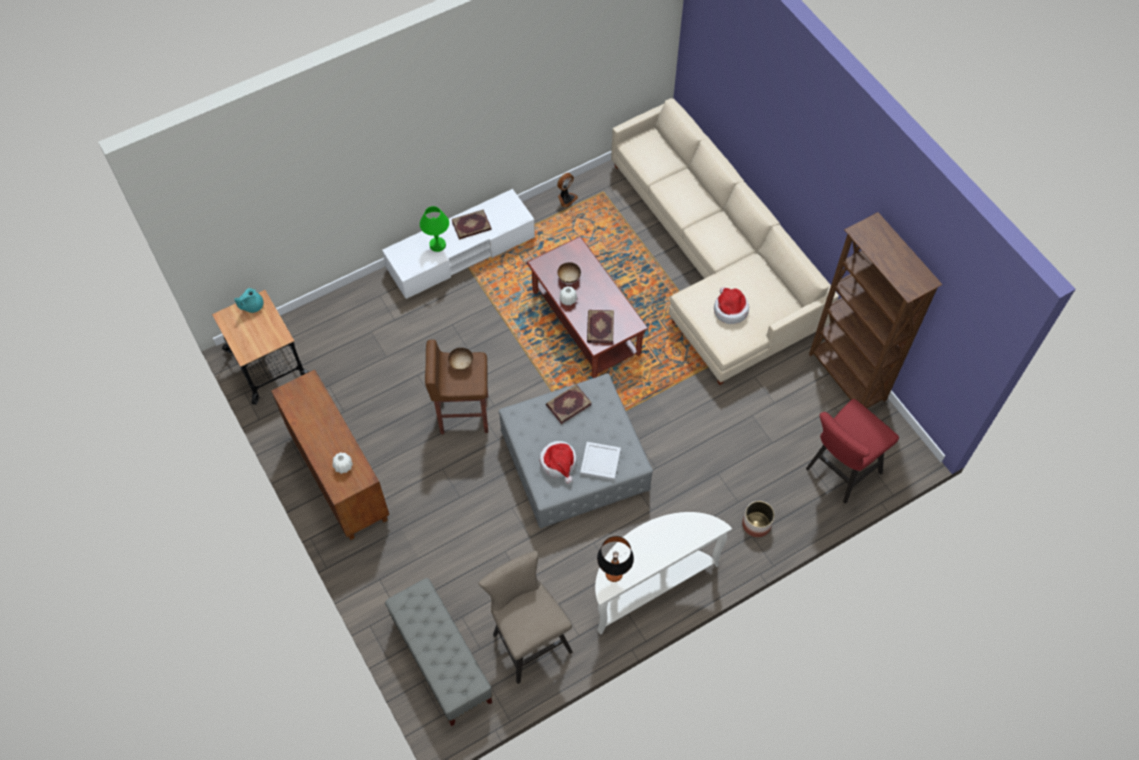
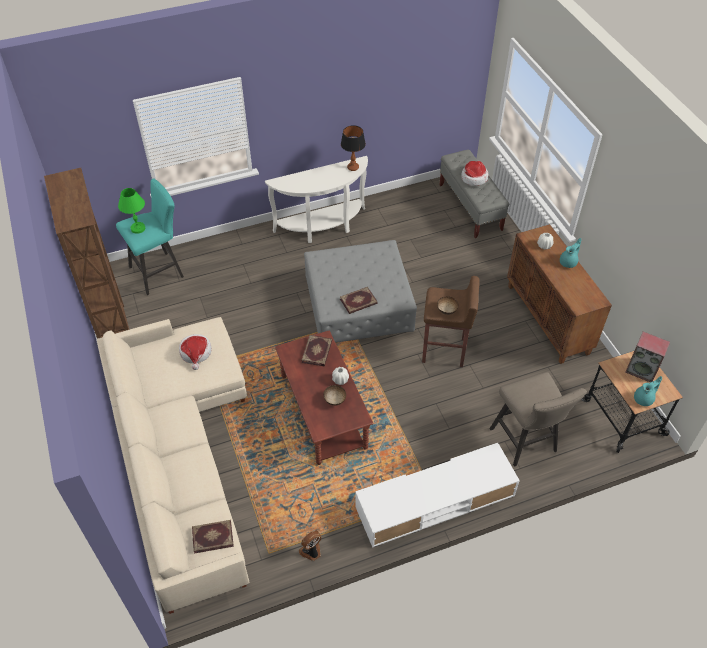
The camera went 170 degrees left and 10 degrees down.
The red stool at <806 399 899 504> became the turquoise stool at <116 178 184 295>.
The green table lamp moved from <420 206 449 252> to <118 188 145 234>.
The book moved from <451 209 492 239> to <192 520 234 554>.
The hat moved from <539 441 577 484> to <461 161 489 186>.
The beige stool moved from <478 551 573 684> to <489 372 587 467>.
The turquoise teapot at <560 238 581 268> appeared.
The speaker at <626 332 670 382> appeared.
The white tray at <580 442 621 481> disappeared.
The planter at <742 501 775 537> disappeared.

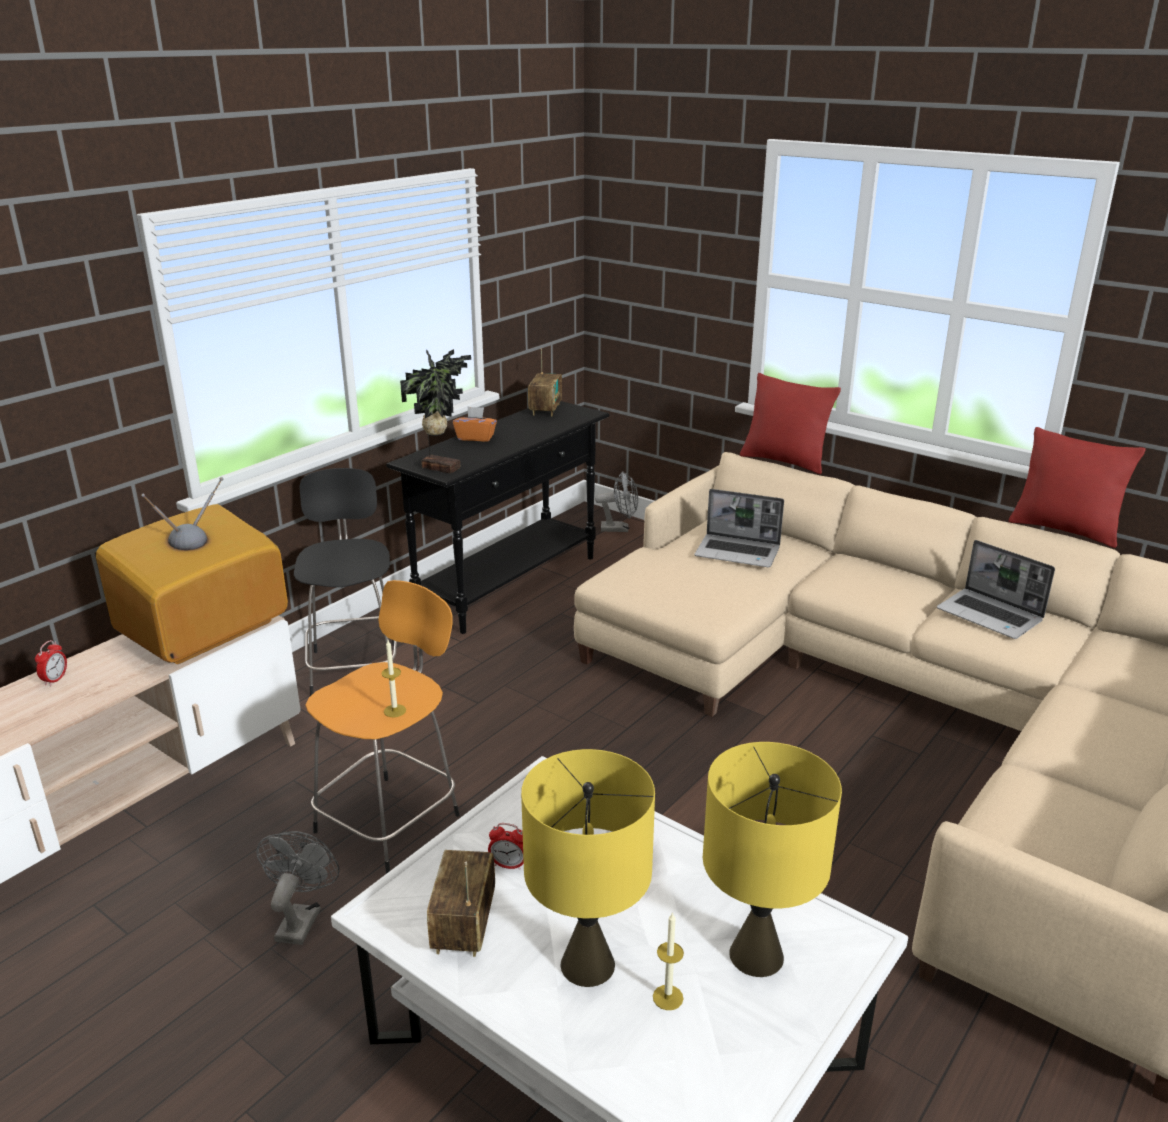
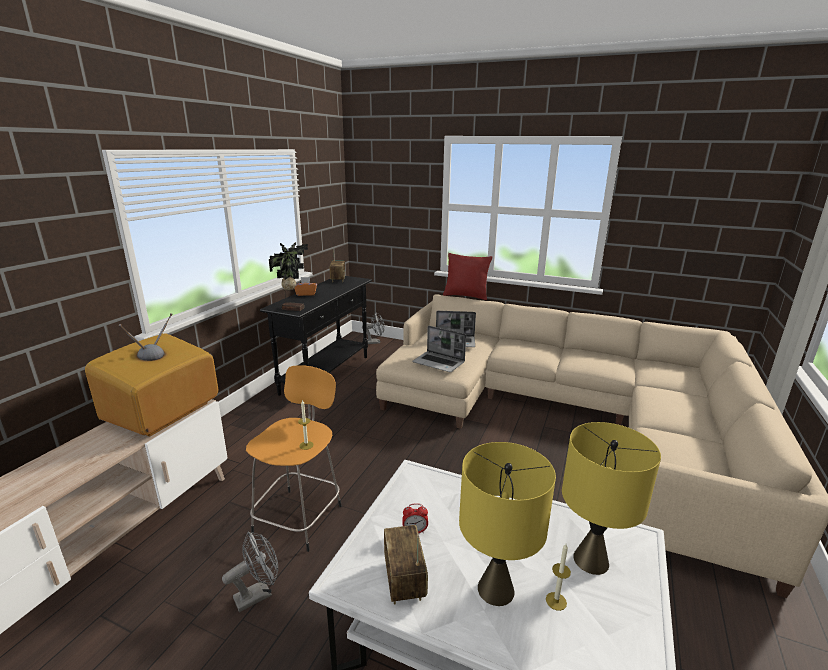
The camera went 15 degrees left and 5 degrees down.
The grey fan at <256 831 339 945> turned 60 degrees clockwise.
The laptop moved from <937 540 1055 639> to <412 326 466 372>.
The alarm clock at <35 640 67 686> disappeared.
The black stool at <294 468 397 696> disappeared.
The red pillow at <1008 427 1146 548> disappeared.

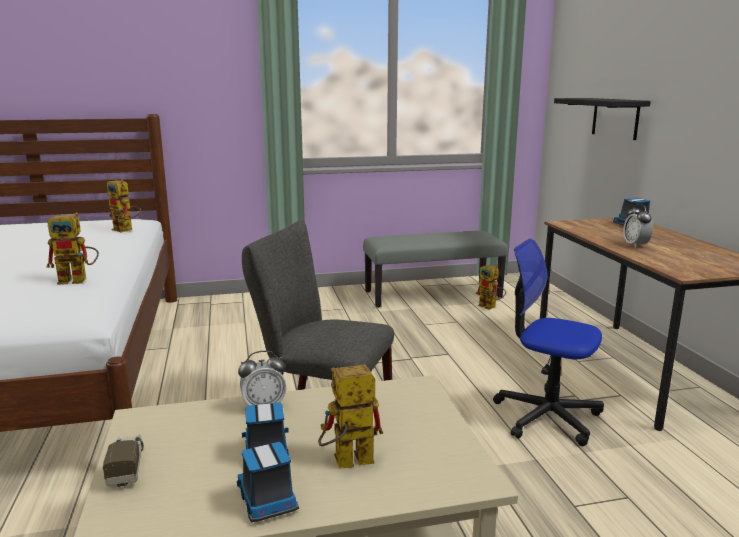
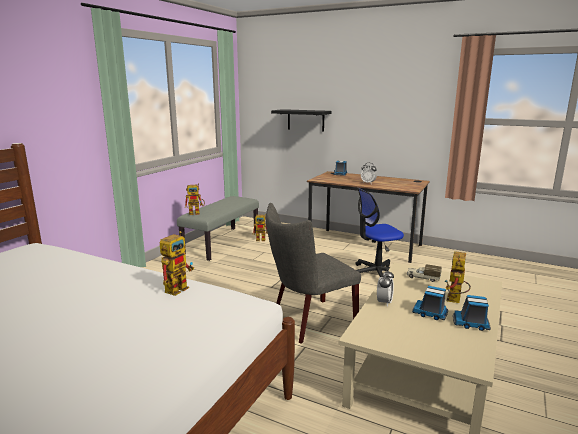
The camera went 50 degrees left and 0 degrees up.
The toy robot moved from <107 179 141 233> to <185 183 205 215>.
The toy truck moved from <103 435 144 488> to <407 264 442 282>.

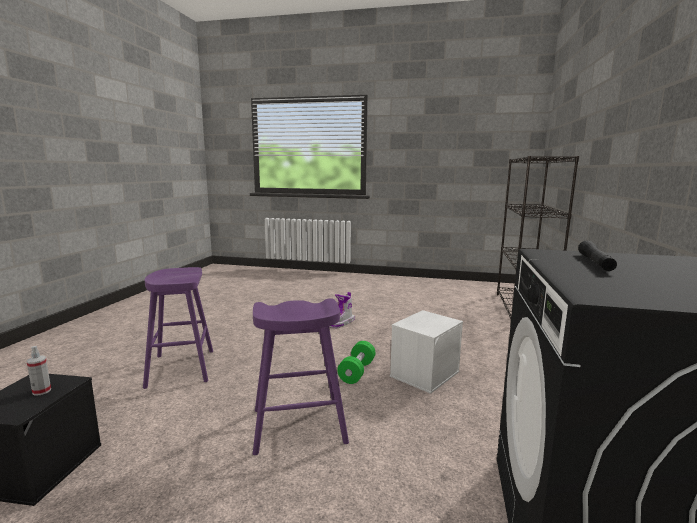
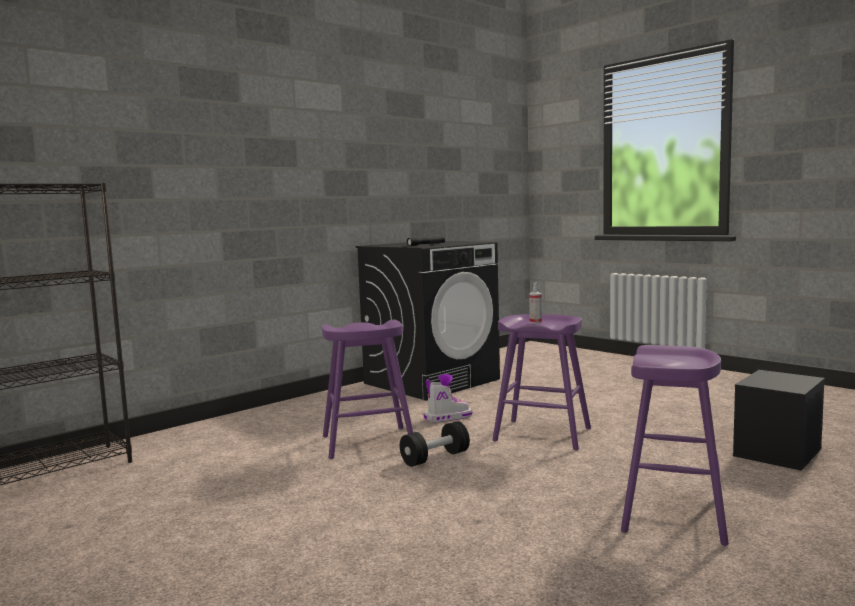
The camera went 145 degrees left and 5 degrees down.
The white storage box at <390 310 463 394> was replaced by the purple stool at <322 320 413 459>.
The green dumbbell at <337 341 375 384> became the black dumbbell at <400 421 470 467>.
The boot moved from <329 292 355 328> to <424 374 473 423>.
The spray bottle moved from <26 346 51 396> to <529 282 542 324>.

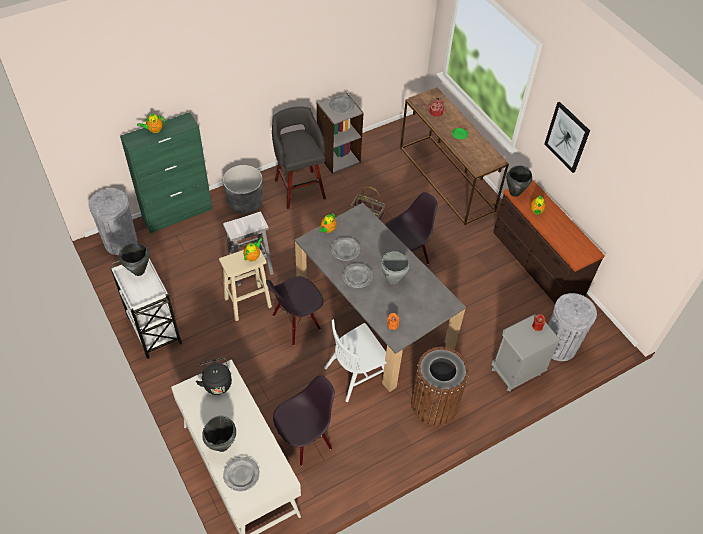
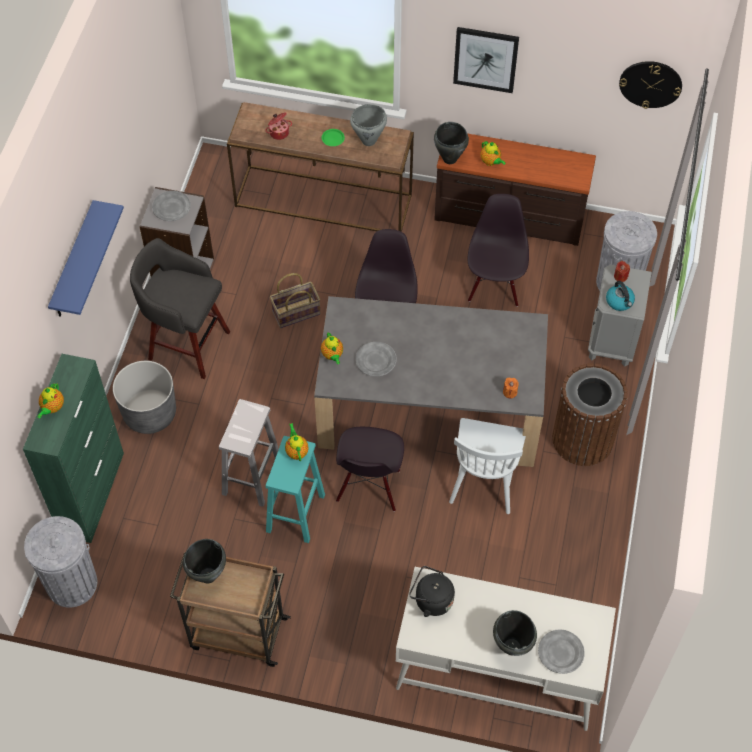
The camera went 45 degrees left and 5 degrees up.
The blue shelf at <48 200 124 317> appeared.
The white cart at <110 259 182 359> became the brown cart at <170 552 291 667>.
The beige stool at <219 248 272 321> became the turquoise stool at <266 436 325 543>.
The grey cooking pot moved from <380 251 410 284> to <350 104 387 146>.
The black chair moved from <273 375 335 466> to <468 194 529 307>.
The kettle at <606 281 635 311> appeared.
The wall clock at <619 61 682 109> appeared.
The grey plate at <342 263 373 288> disappeared.

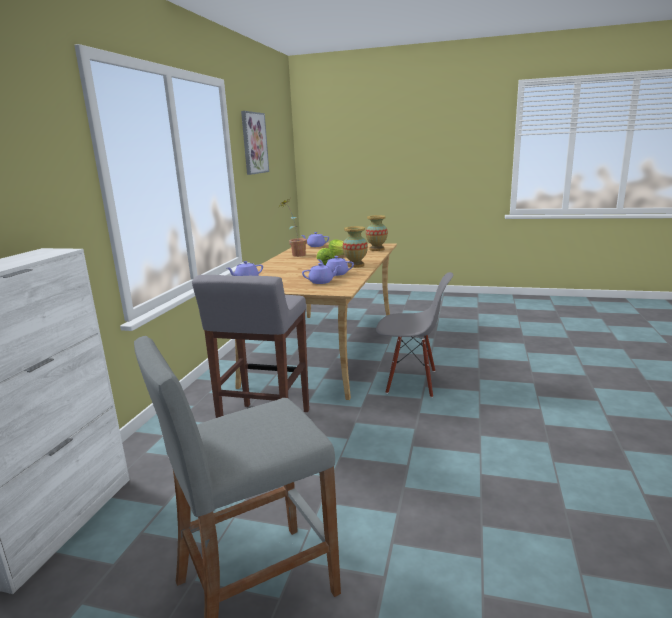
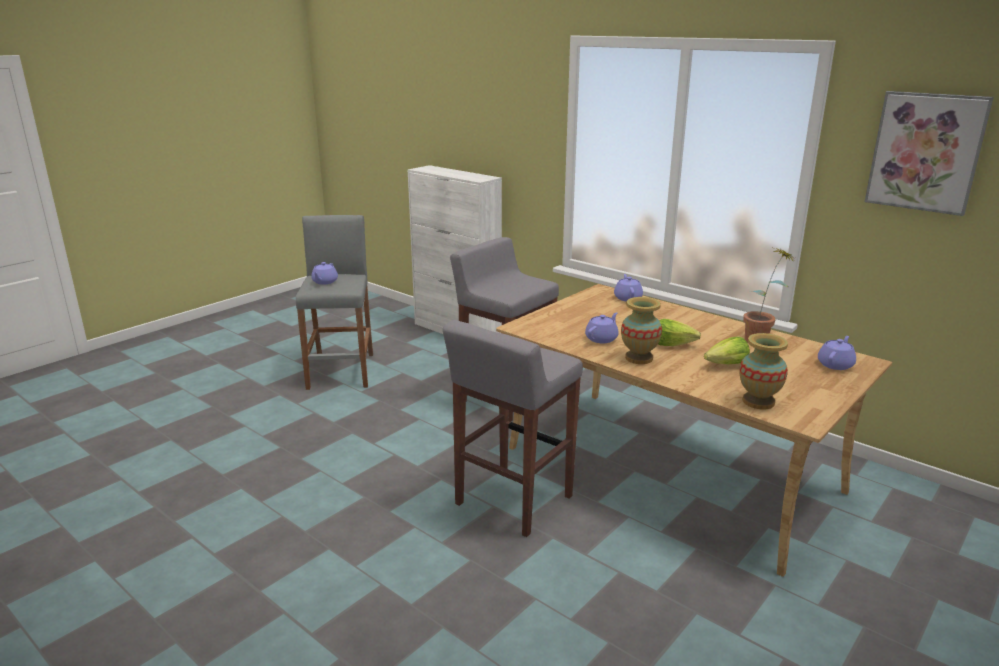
The camera went 115 degrees right and 5 degrees up.
The purple teapot moved from <302 263 341 284> to <311 262 338 285>.
The grey chair at <376 272 454 398> was replaced by the grey stool at <443 320 583 537>.

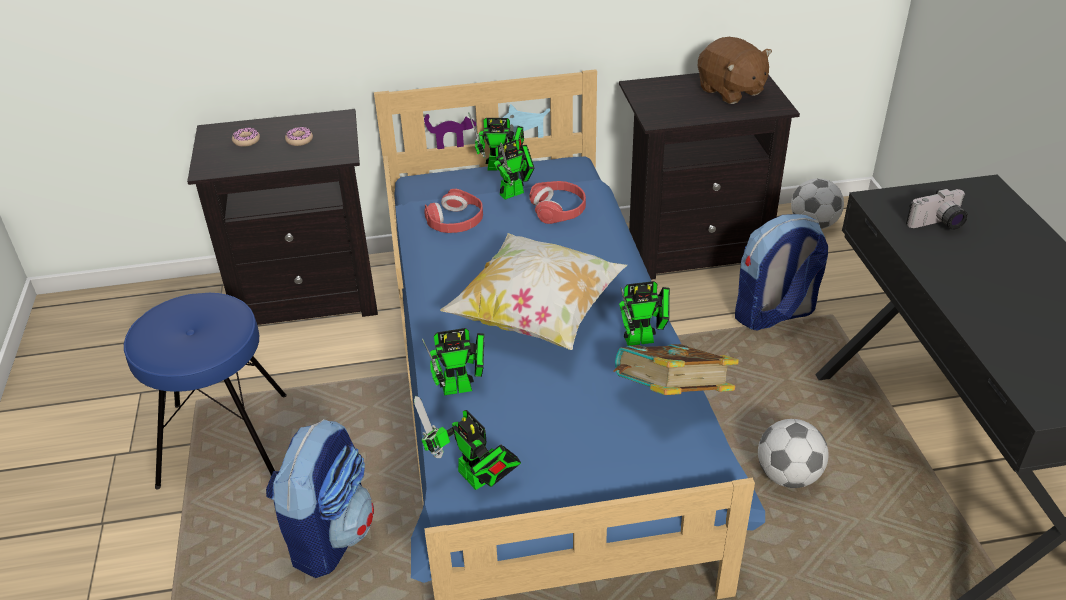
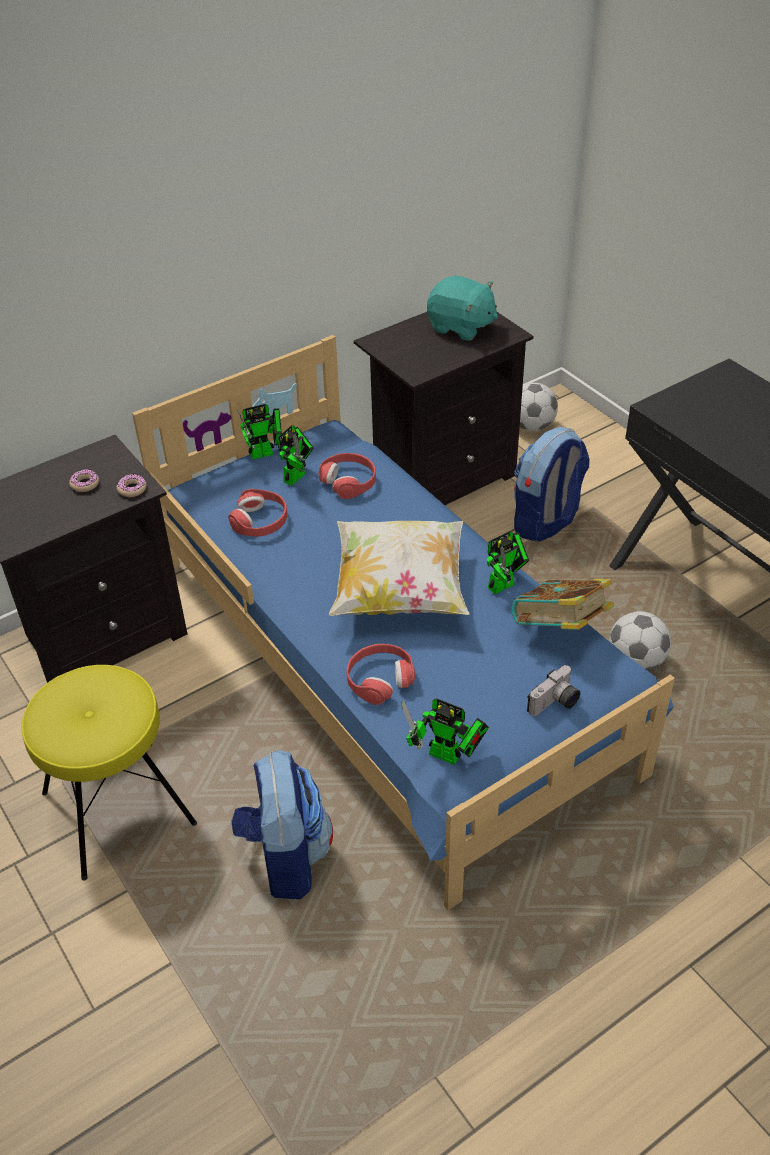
The camera went 25 degrees left and 5 degrees up.
The blue stool at <124 293 287 490> became the yellow stool at <21 665 197 881>.
The donut moved from <232 128 260 147> to <117 474 147 497>.
The toy robot at <422 328 484 396> was replaced by the red headphones at <346 644 415 705>.
The brown plush toy at <698 37 772 104> became the turquoise plush toy at <427 276 498 341>.
The photo camera moved from <906 188 968 230> to <527 665 581 716>.

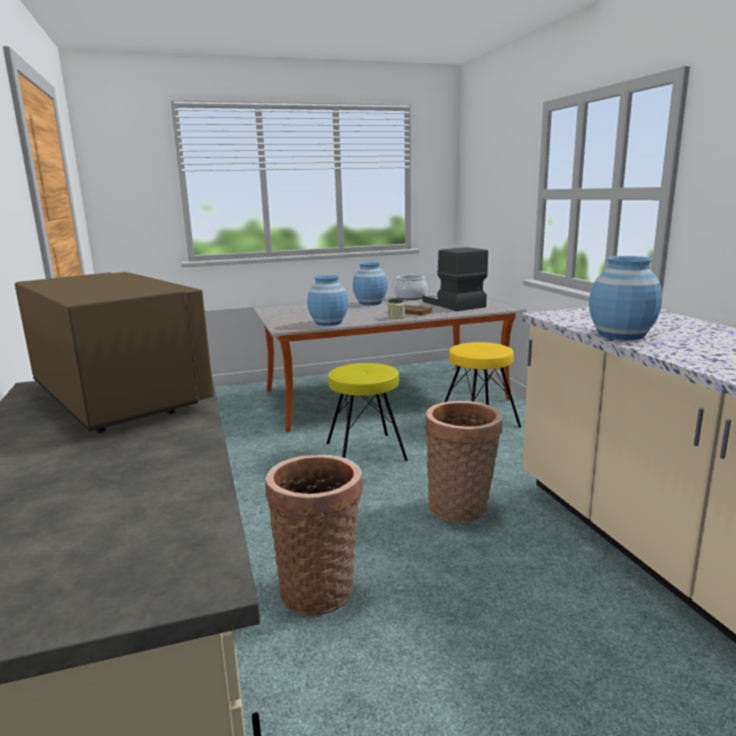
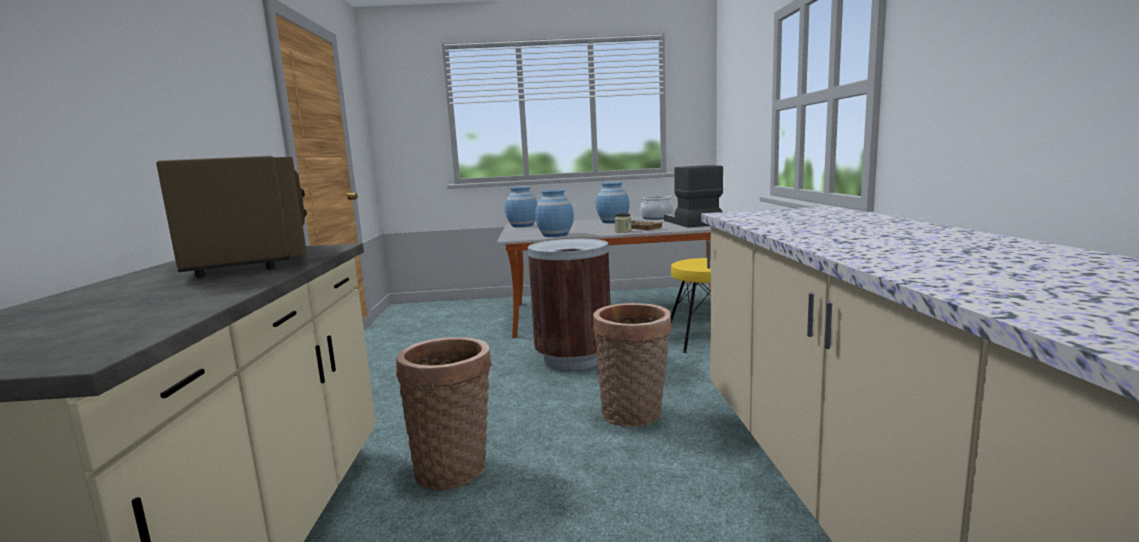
The camera went 15 degrees right and 5 degrees down.
The blue vase moved from <589 256 662 340> to <505 187 537 227>.
The yellow stool at <326 363 408 461> was replaced by the brown trash can at <528 239 611 370>.

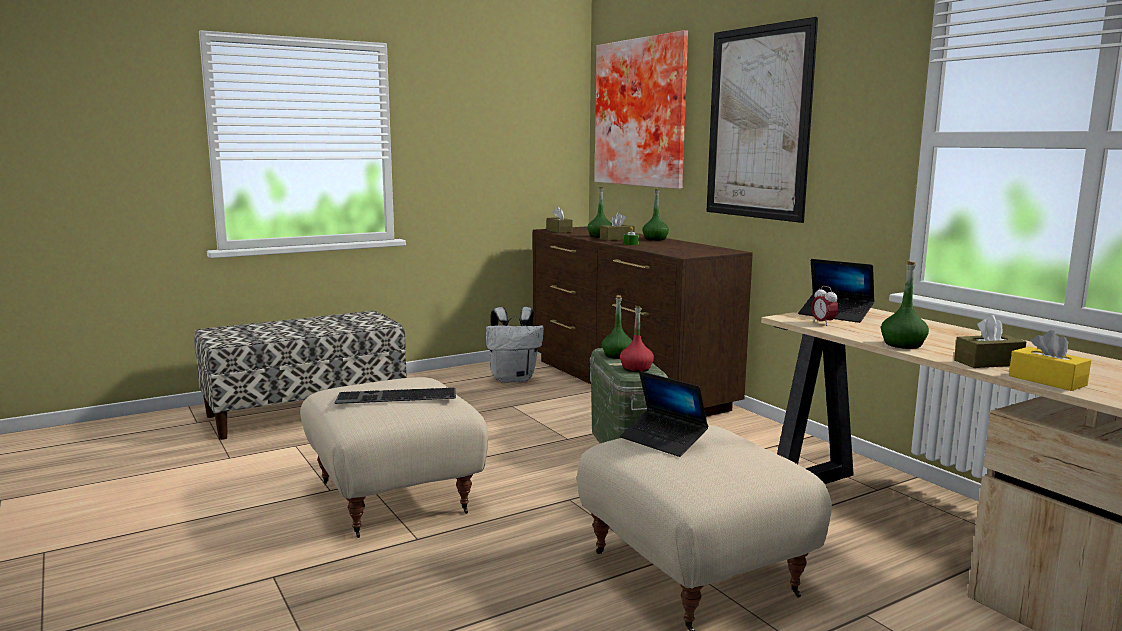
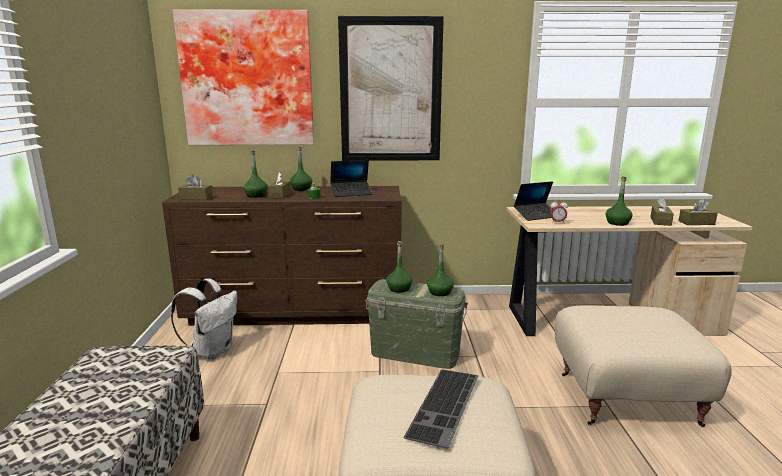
The camera went 60 degrees left and 5 degrees up.
The laptop moved from <620 371 708 457> to <330 160 372 197>.
The red bottle at <620 306 654 372> became the green bottle at <427 244 454 296>.
The yellow tissue box at <1009 330 1091 391> became the brown tissue box at <678 199 718 225>.

